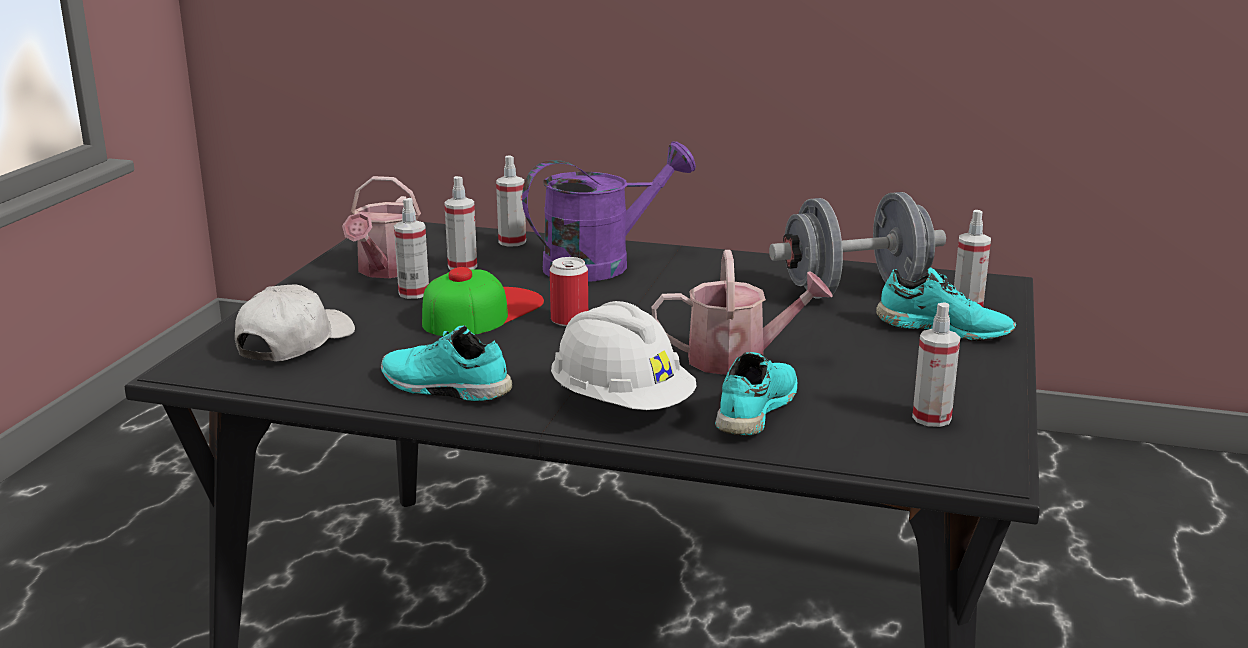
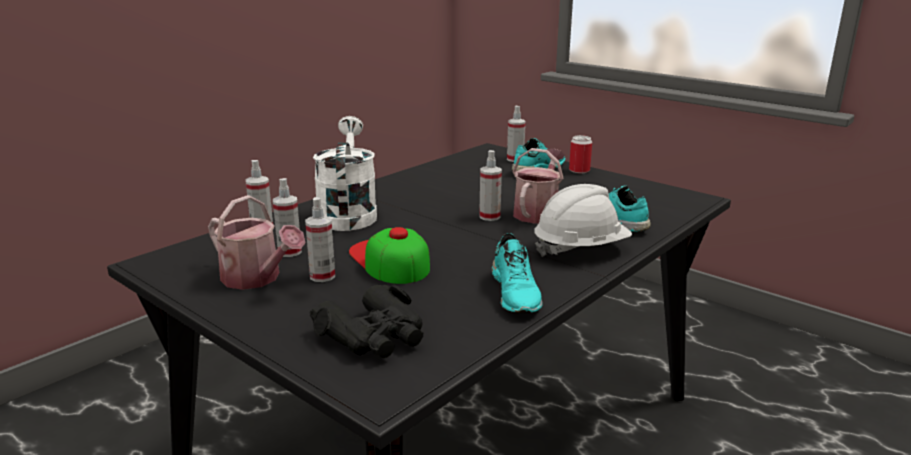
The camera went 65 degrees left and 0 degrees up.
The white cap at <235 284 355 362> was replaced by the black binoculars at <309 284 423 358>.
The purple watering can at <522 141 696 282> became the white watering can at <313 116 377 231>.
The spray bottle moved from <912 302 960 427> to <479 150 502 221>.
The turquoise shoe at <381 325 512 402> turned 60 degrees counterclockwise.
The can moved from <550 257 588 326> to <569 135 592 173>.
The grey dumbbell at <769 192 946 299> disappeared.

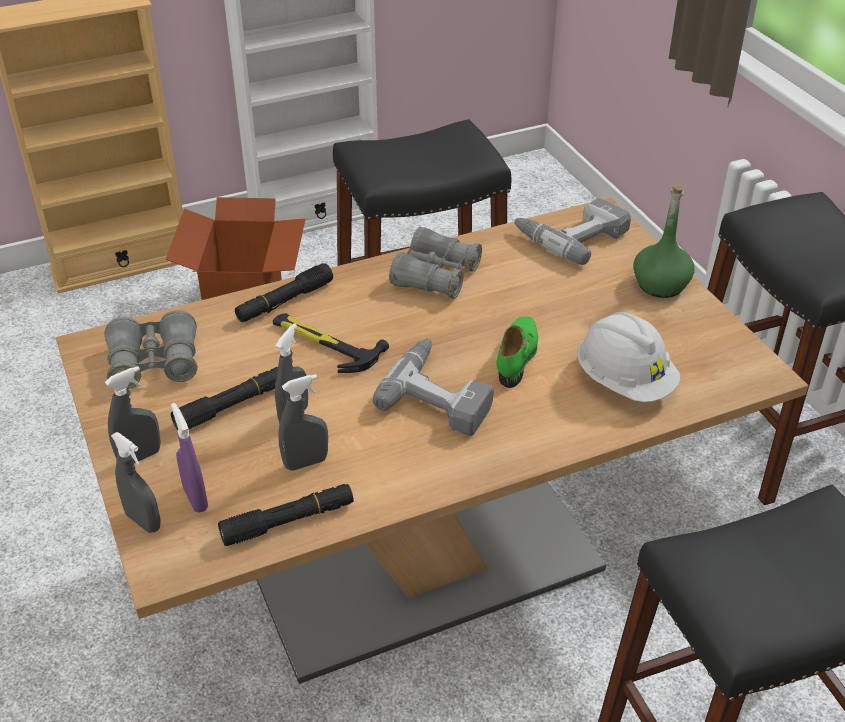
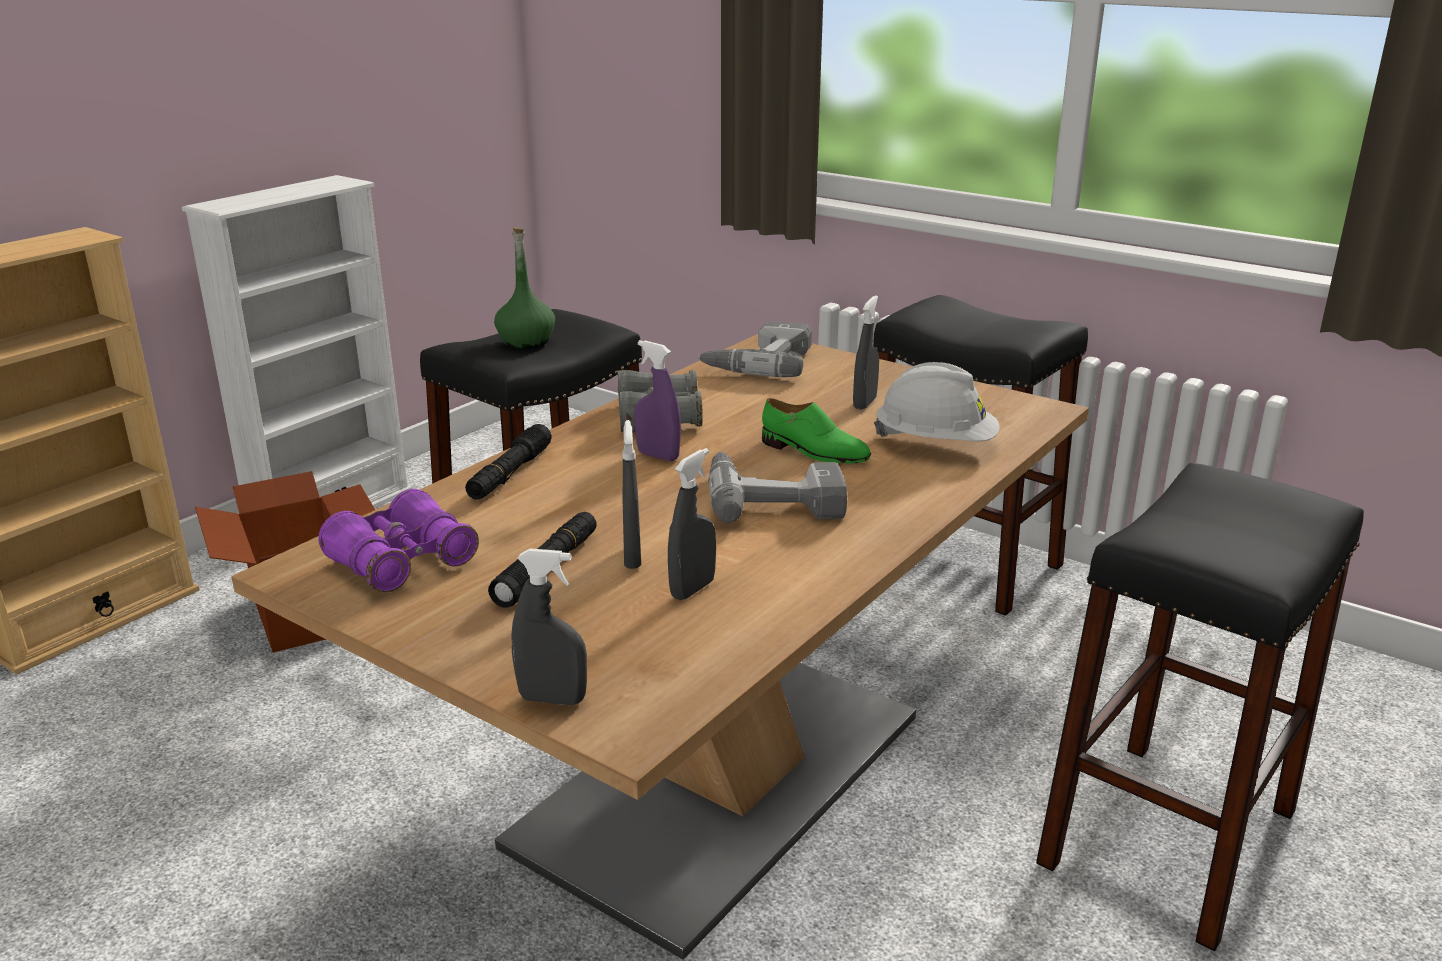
The camera went 30 degrees left and 15 degrees down.
The grey binoculars at <104 310 197 389> became the purple binoculars at <318 489 479 593>.
The green bottle moved from <634 185 695 298> to <494 227 555 349>.
The purple spray bottle moved from <171 403 208 512> to <635 340 681 461>.
The green shoe at <496 316 538 388> turned 135 degrees clockwise.
The grey spray bottle moved from <105 366 161 463> to <853 296 879 410>.
The black flashlight at <218 484 354 546> disappeared.
The hammer at <273 313 389 373> disappeared.

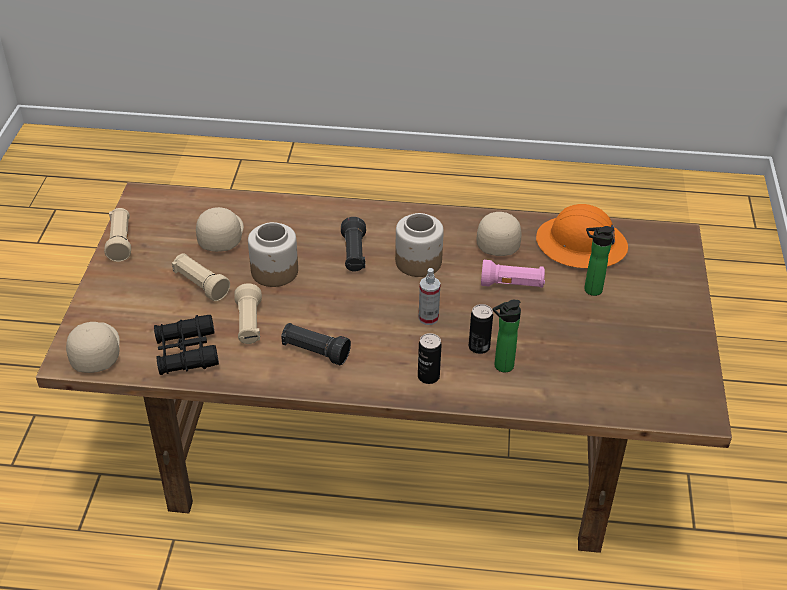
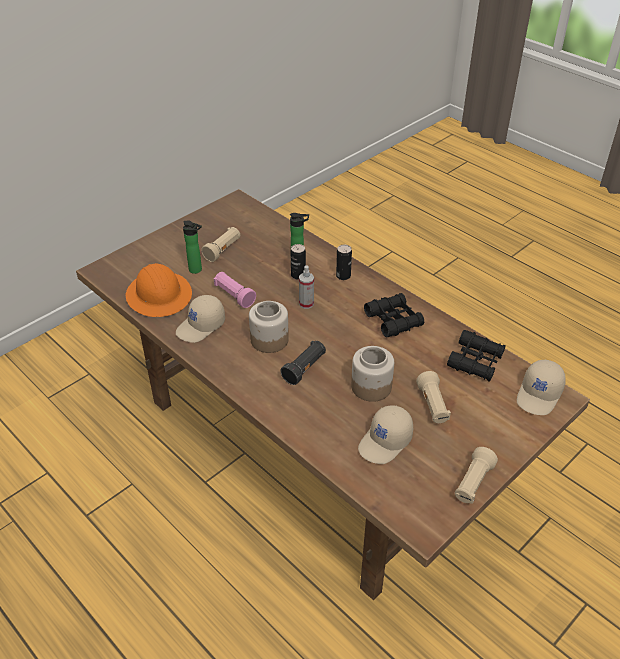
The camera went 140 degrees left and 0 degrees up.
The beige flashlight moved from <234 283 262 344> to <201 227 240 262>.
The black flashlight at <281 323 351 365> was replaced by the black binoculars at <364 293 424 337>.

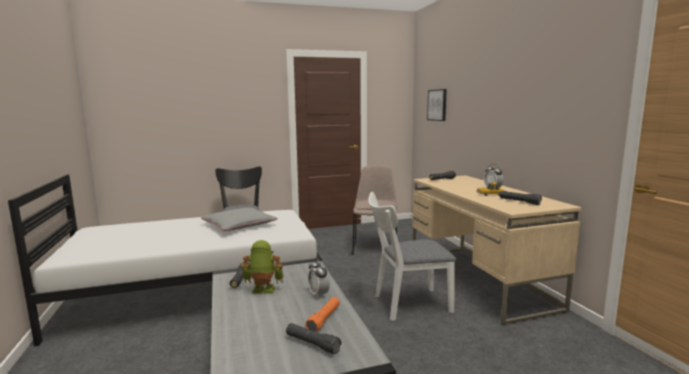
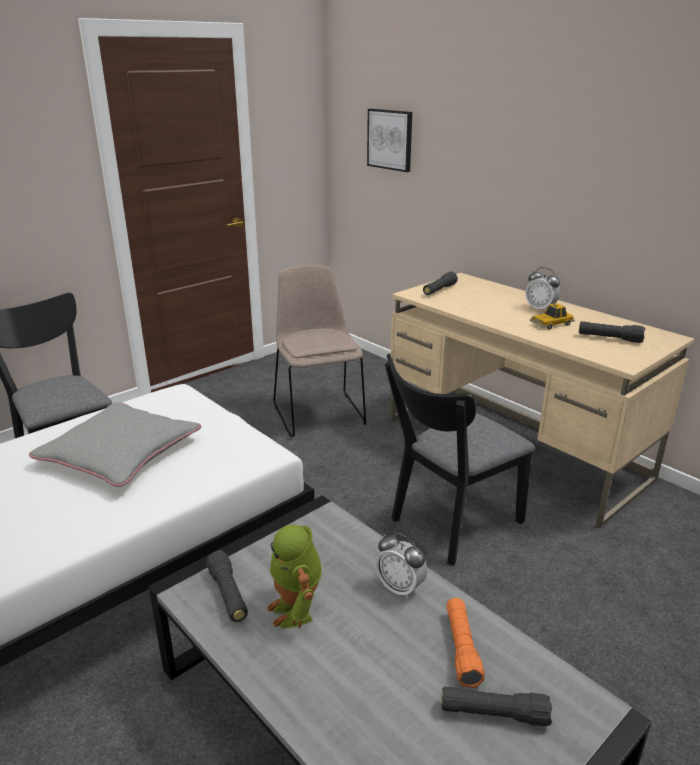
The camera went 25 degrees left and 15 degrees up.
The toy robot at <241 240 284 294> turned 90 degrees counterclockwise.
The white chair at <369 192 456 321> became the black chair at <385 354 535 566>.

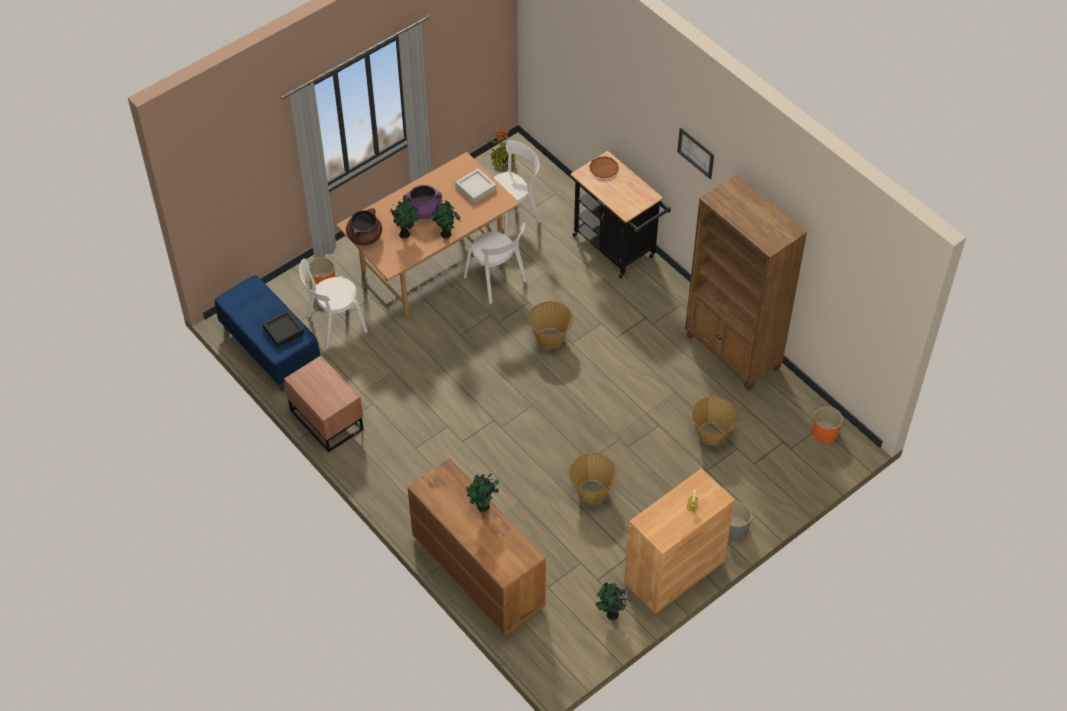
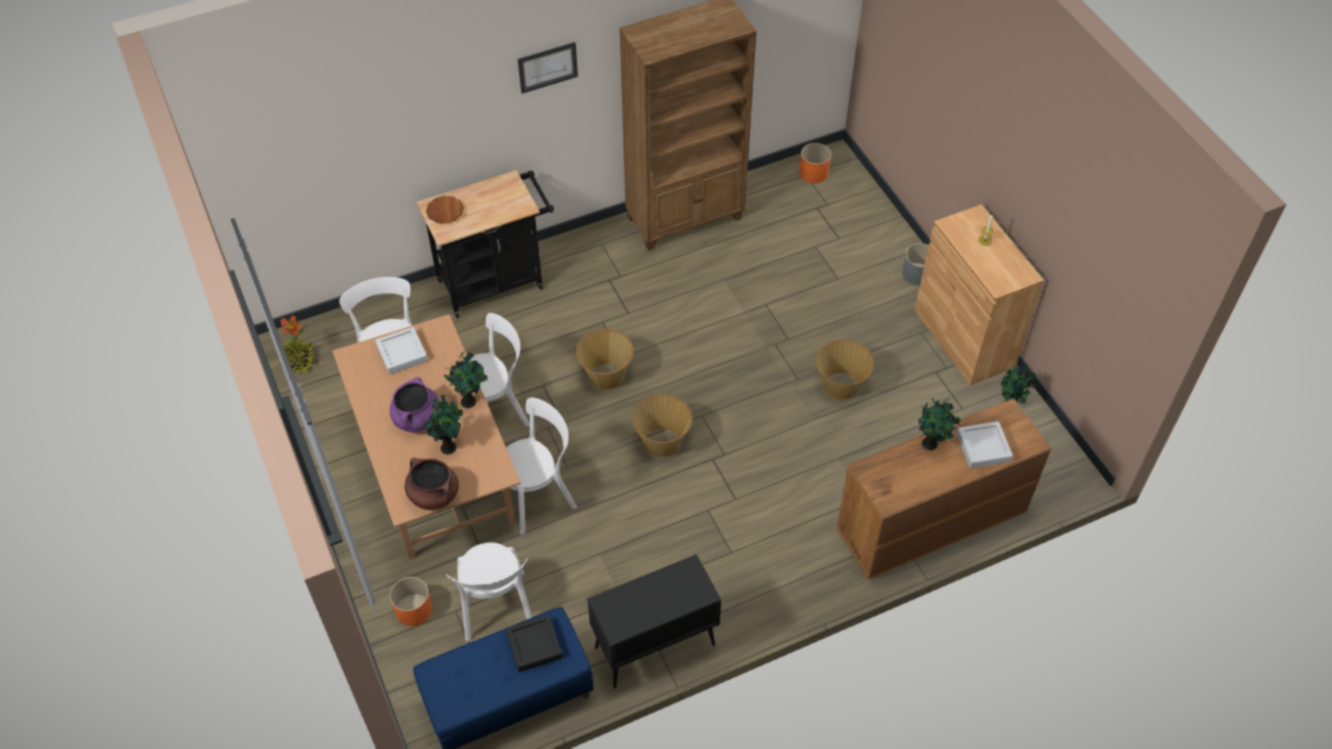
The camera went 75 degrees left and 0 degrees up.
The white chair at <506 397 577 534> appeared.
The brown nightstand at <284 356 364 452> was replaced by the black cabinet at <587 554 721 688>.
The basket moved from <691 396 739 445> to <633 394 692 457>.
The grey tray at <956 421 1013 468> appeared.

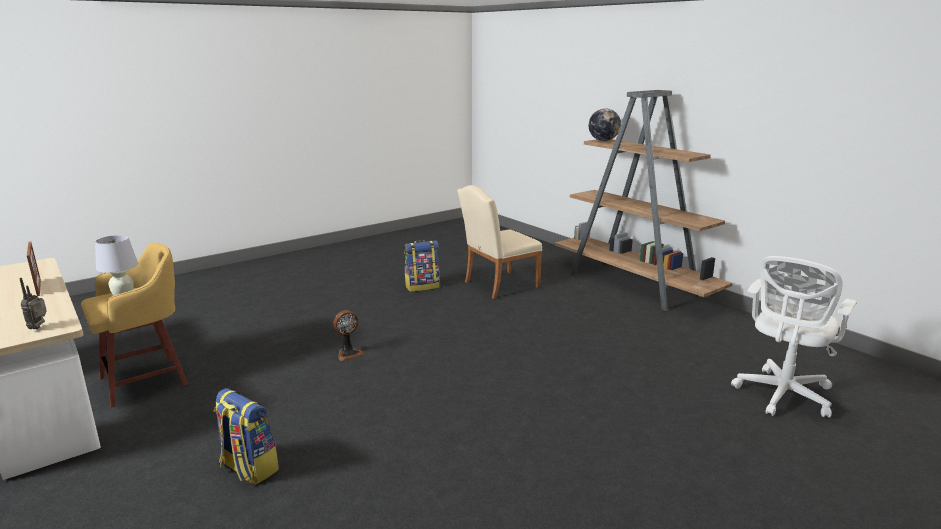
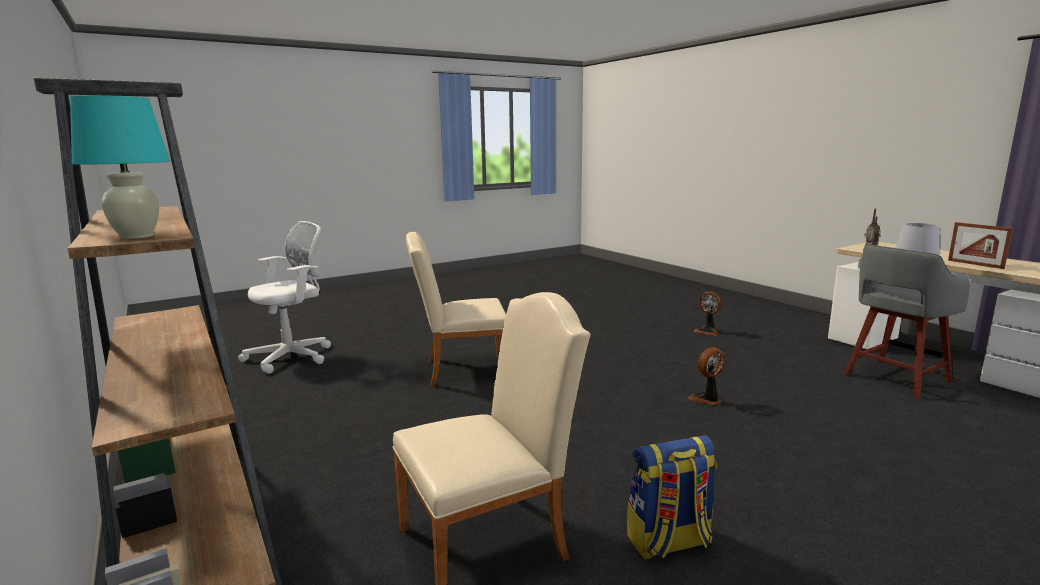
The camera went 175 degrees left and 5 degrees down.
The globe at <589 108 621 141> was replaced by the turquoise table lamp at <70 95 170 239>.
The beige chair at <406 232 506 387> appeared.
The backpack at <214 388 279 485> was replaced by the fan at <694 292 722 336>.
The yellow stool at <81 243 188 408> became the grey stool at <844 245 970 399>.

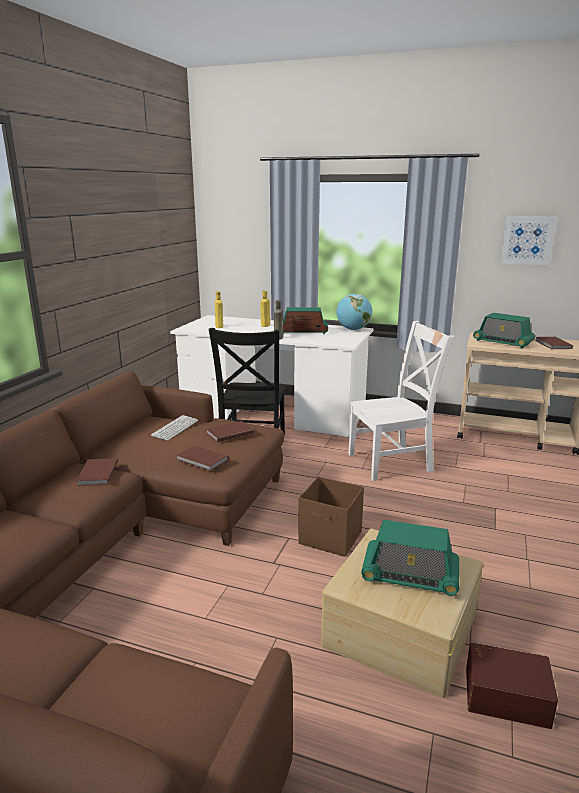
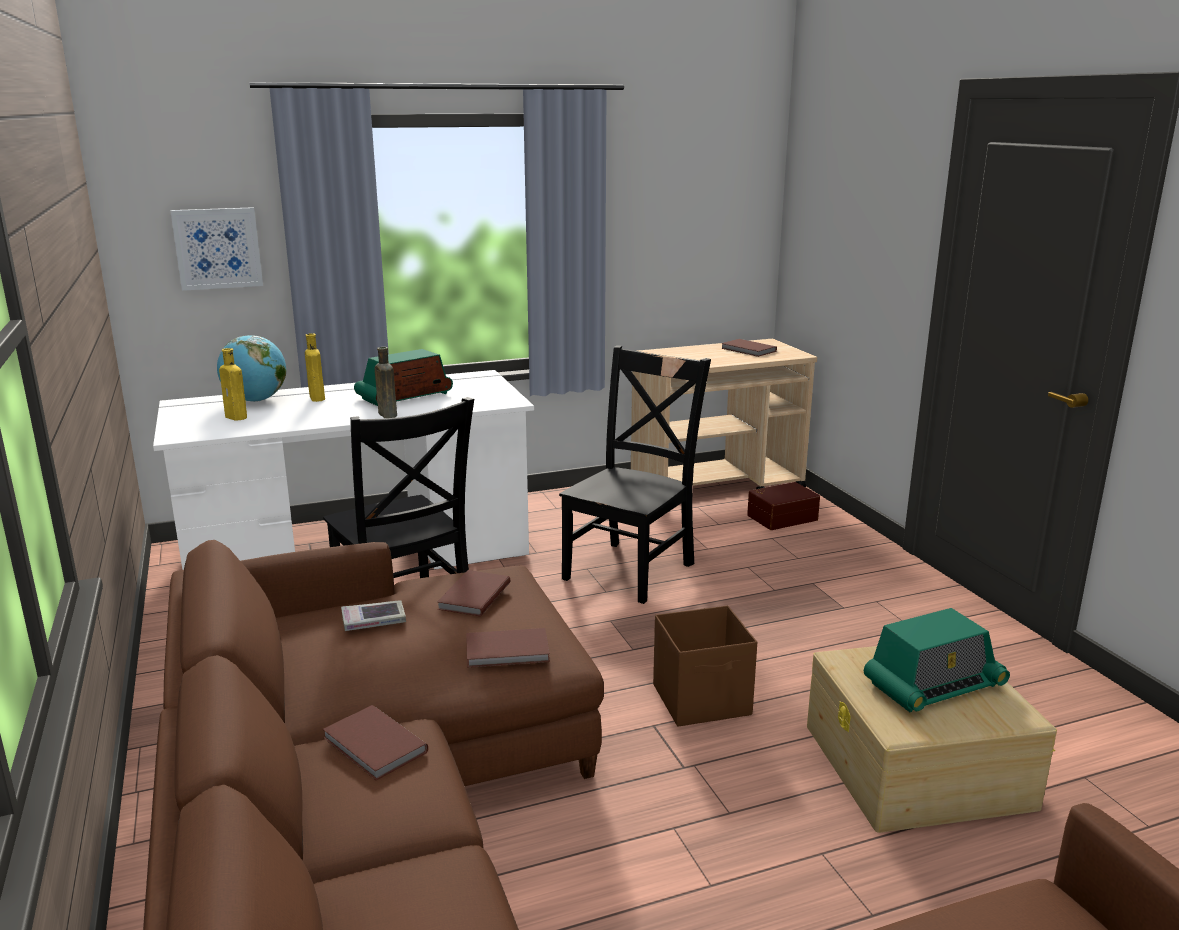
The camera went 40 degrees left and 0 degrees up.
The picture moved from <500 216 557 265> to <170 207 263 291>.
The globe moved from <337 294 372 330> to <217 335 286 402>.
The keyboard at <151 415 198 441> was replaced by the book at <341 600 406 631>.
The white chair at <349 321 455 481> became the black chair at <559 345 711 604>.
The brown storage box moved from <466 642 558 729> to <747 482 820 530>.
The radio at <473 313 535 348> disappeared.

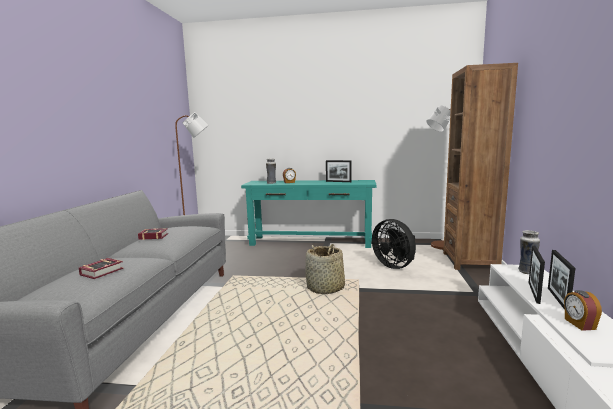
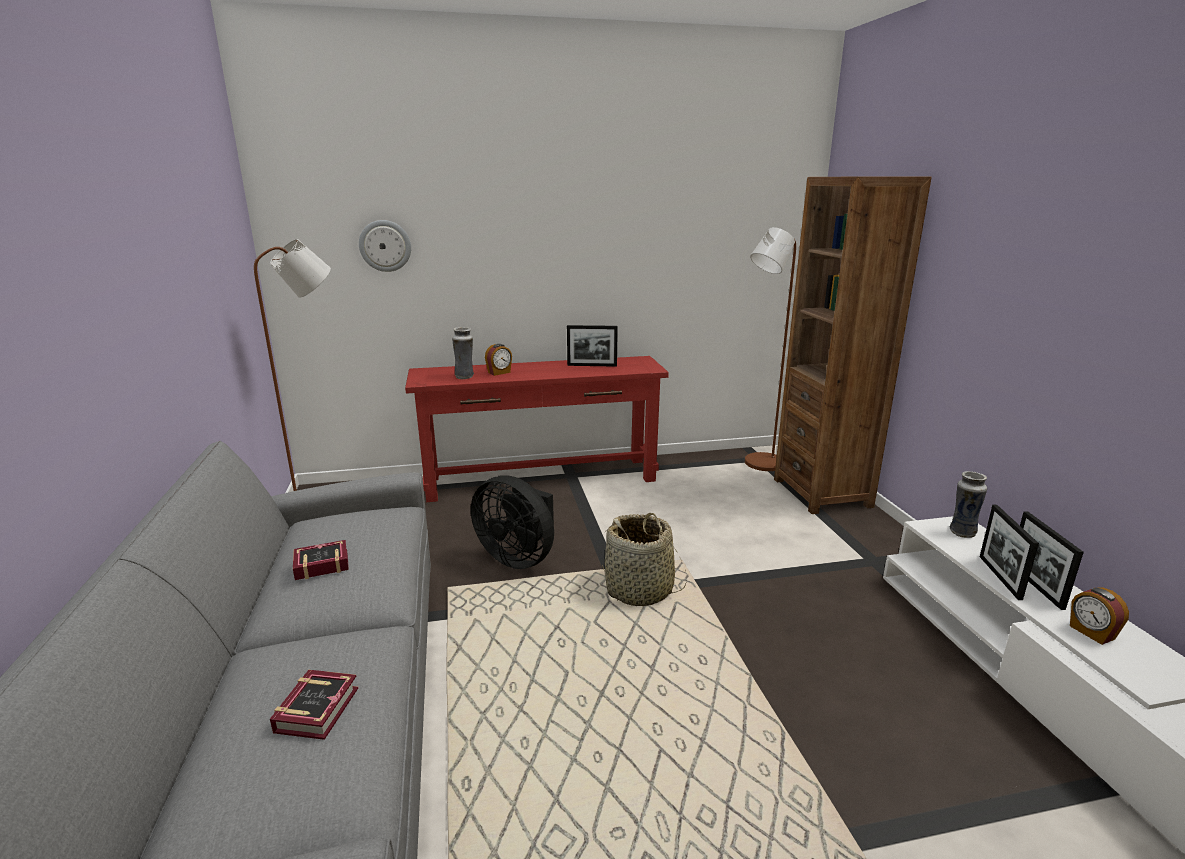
The camera went 20 degrees left and 10 degrees up.
The wall clock at <359 220 411 272> appeared.
The turquoise console table at <241 180 377 248> became the red console table at <405 356 669 502>.
The black fan moved from <372 219 416 269> to <471 475 554 569>.

